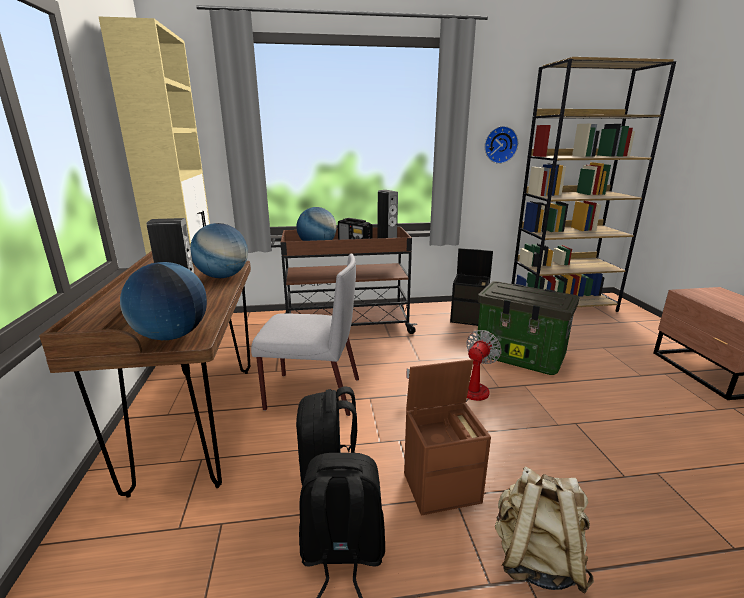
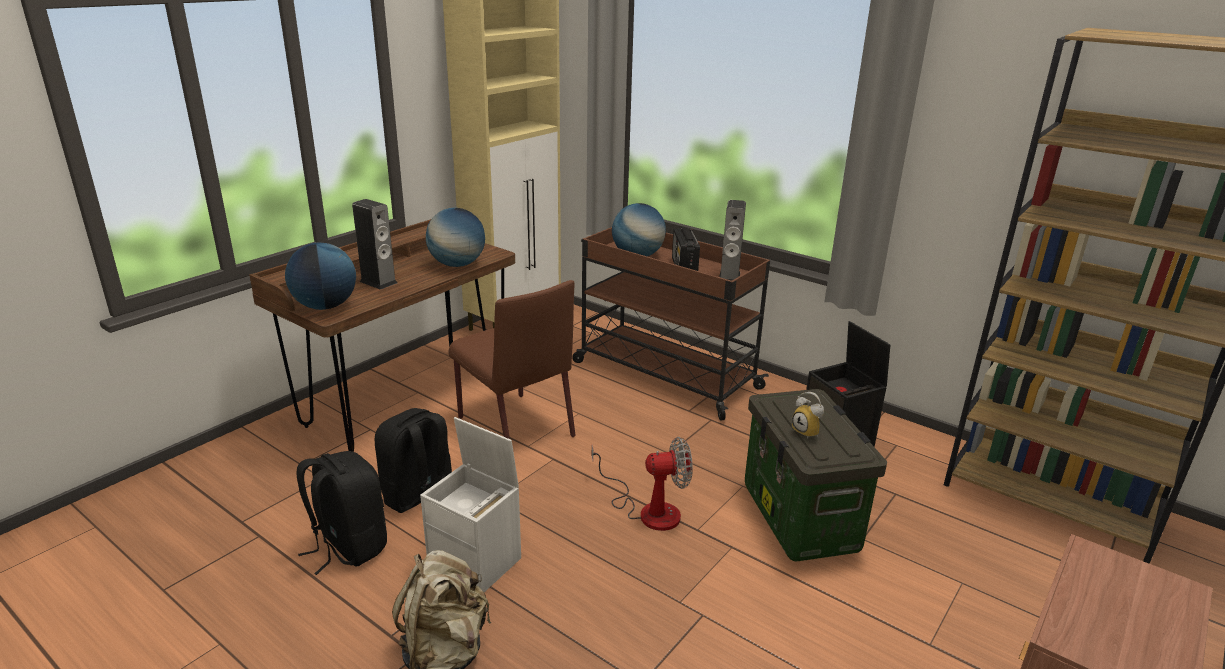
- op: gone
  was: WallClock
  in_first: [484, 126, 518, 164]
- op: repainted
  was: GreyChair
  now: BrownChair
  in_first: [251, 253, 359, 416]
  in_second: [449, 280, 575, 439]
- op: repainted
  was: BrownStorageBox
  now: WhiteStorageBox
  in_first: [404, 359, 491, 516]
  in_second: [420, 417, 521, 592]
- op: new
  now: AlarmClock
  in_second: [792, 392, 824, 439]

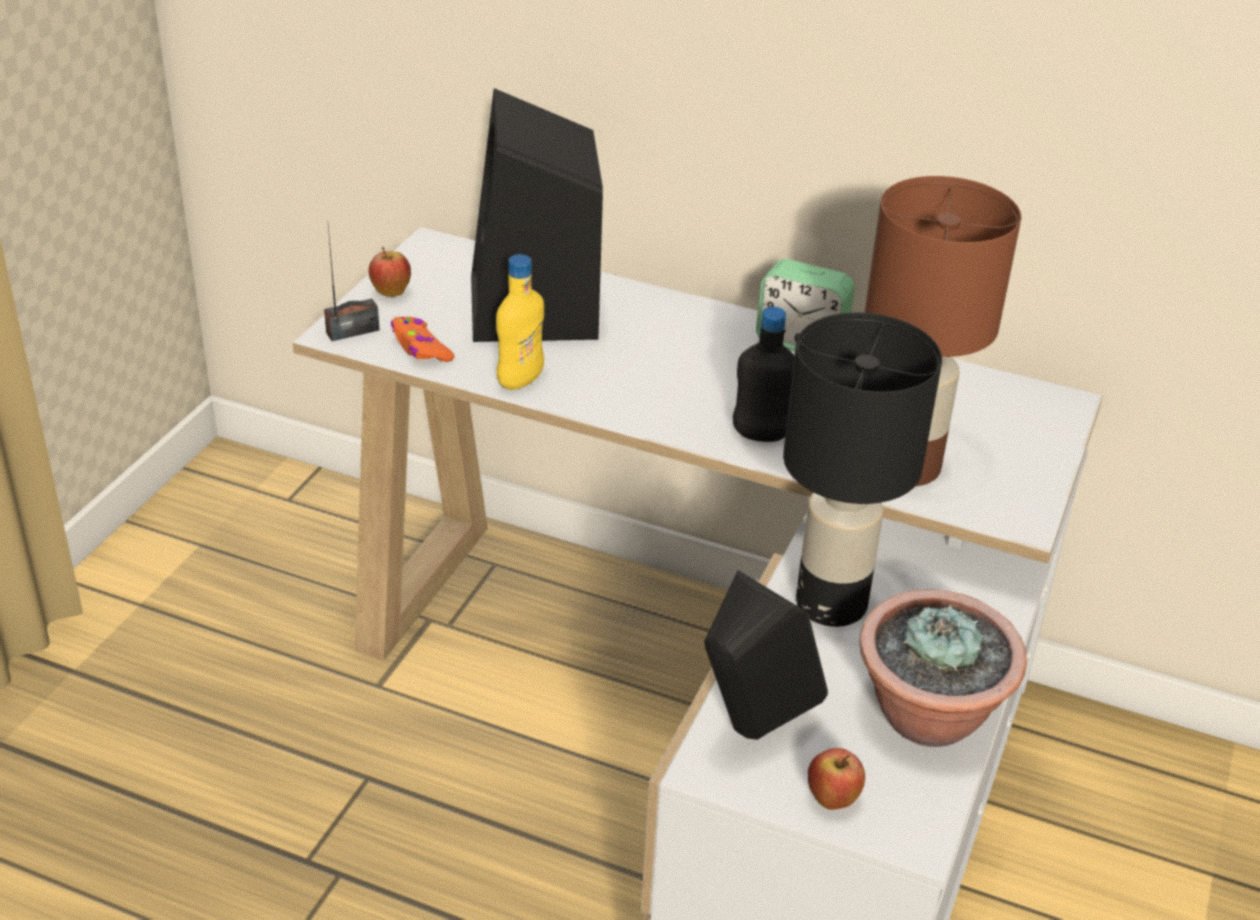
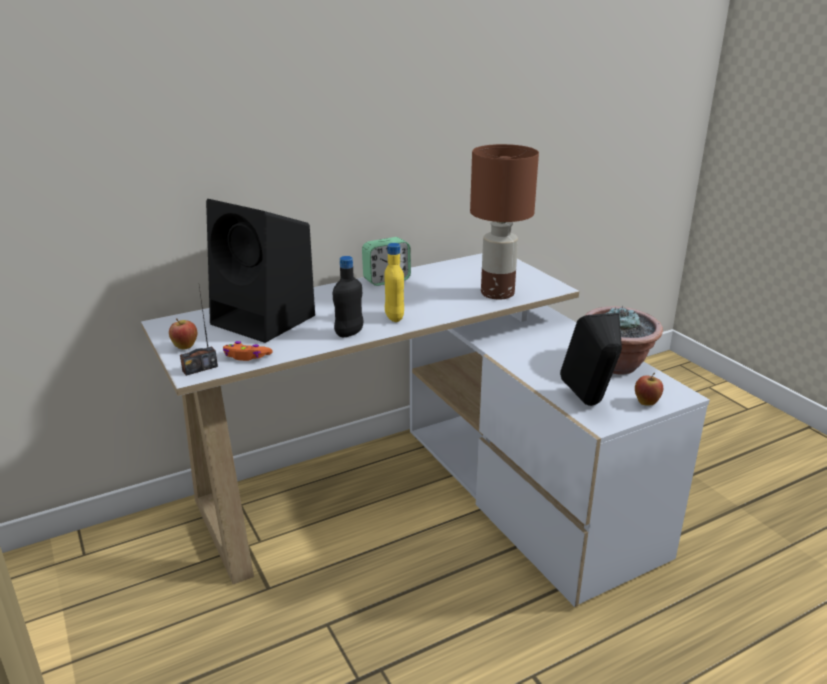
- op: rotated
  was: Radio
  in_first: [324, 226, 380, 341]
  in_second: [180, 287, 218, 376]
  clockwise: -135
- op: shifted
  was: YellowBottle
  in_first: [496, 254, 544, 390]
  in_second: [385, 243, 404, 322]
- op: shifted
  was: BlackBottle
  in_first: [733, 307, 795, 442]
  in_second: [333, 256, 363, 337]
- op: gone
  was: BlackTableLamp
  in_first: [783, 313, 942, 627]

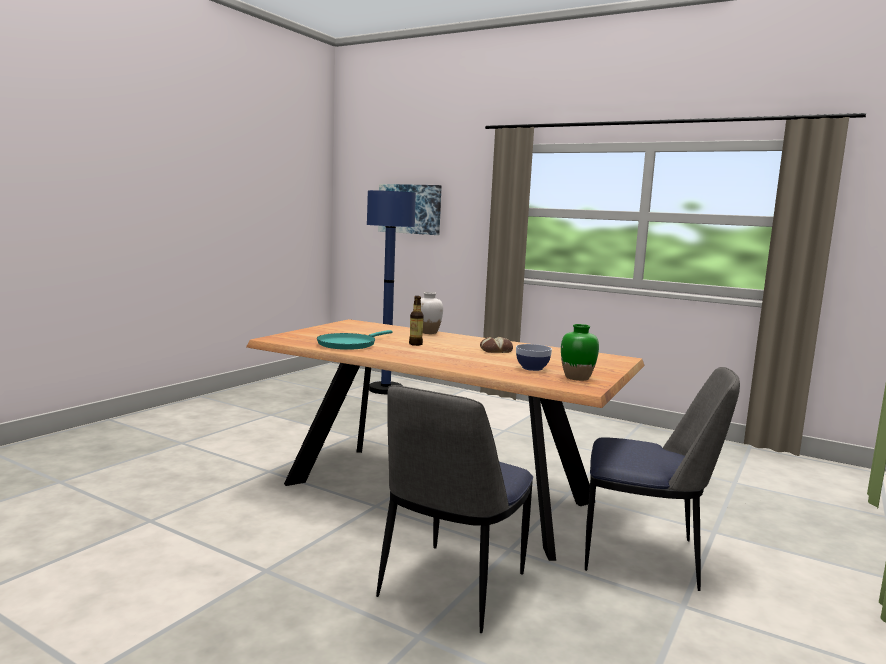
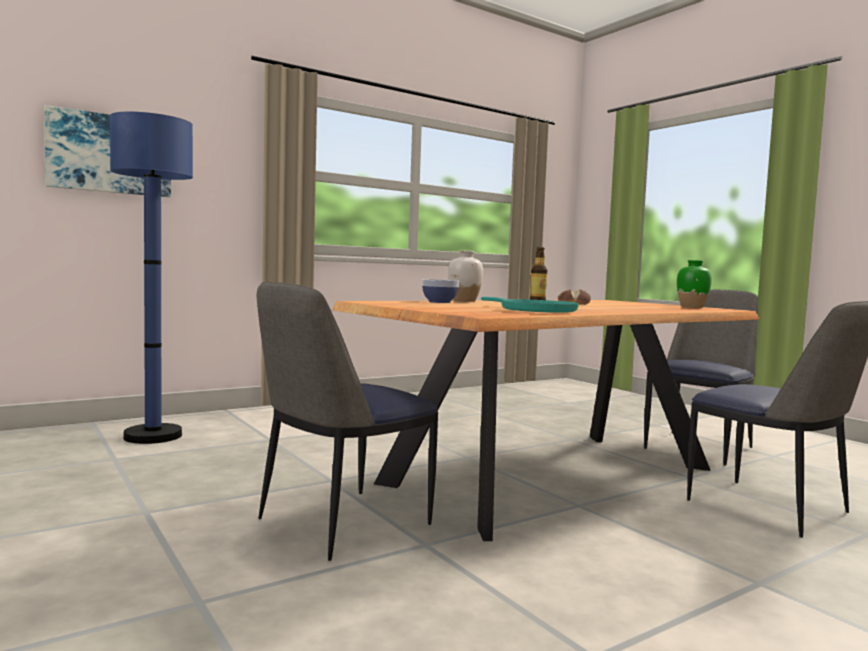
- op: shifted
  was: Bowl
  in_first: [516, 344, 552, 371]
  in_second: [422, 279, 459, 303]
- op: new
  now: Chair
  in_second: [256, 282, 438, 561]

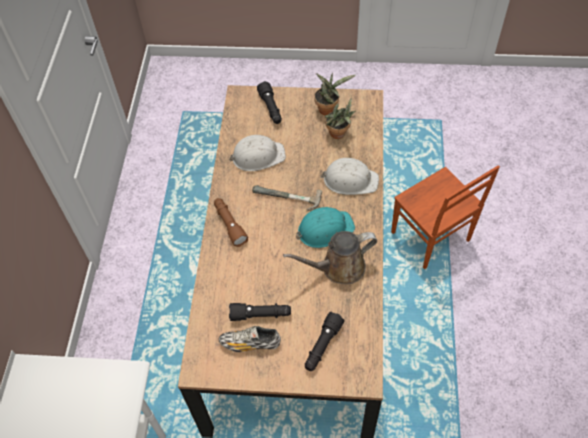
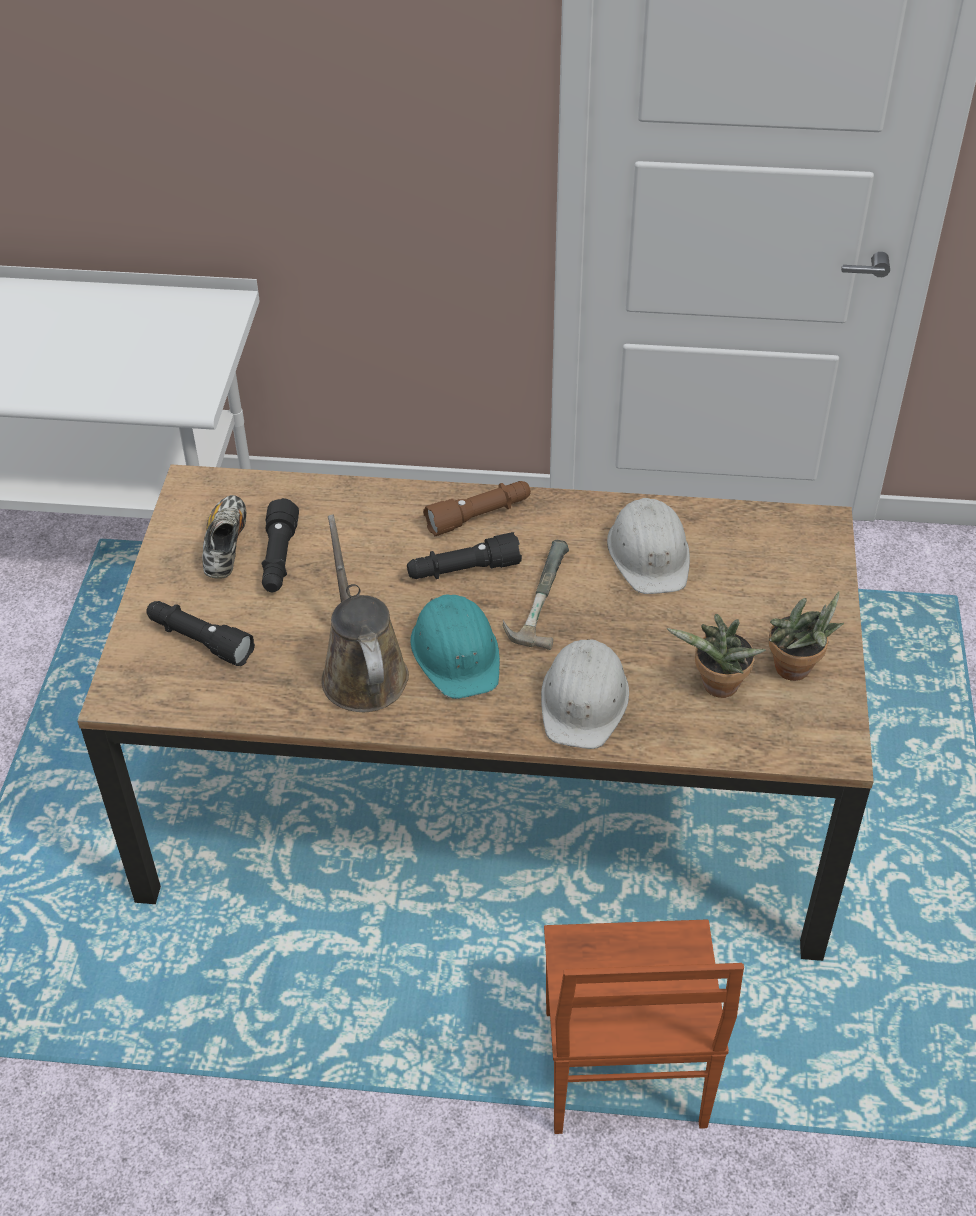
- op: shifted
  was: BlackFlashlight
  in_first: [257, 81, 282, 124]
  in_second: [407, 532, 522, 579]
- op: rotated
  was: BrownChair
  in_first: [391, 165, 500, 269]
  in_second: [544, 919, 744, 1134]
  clockwise: -60

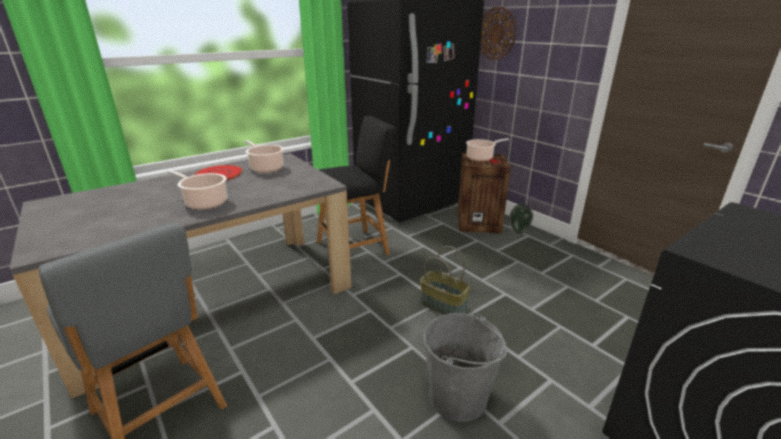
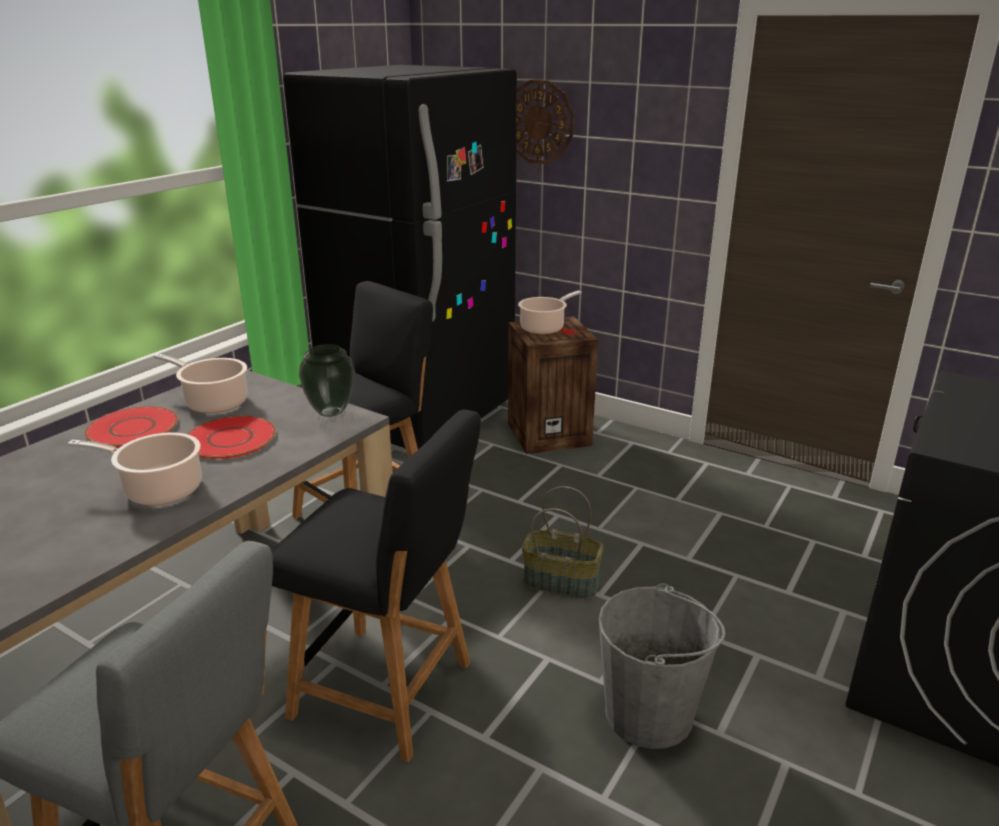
- op: shifted
  was: Vase
  in_first: [510, 204, 533, 234]
  in_second: [299, 344, 355, 417]
- op: new
  now: BlackChair
  in_second: [271, 410, 481, 762]
- op: new
  now: RedPlate
  in_second: [187, 416, 276, 459]

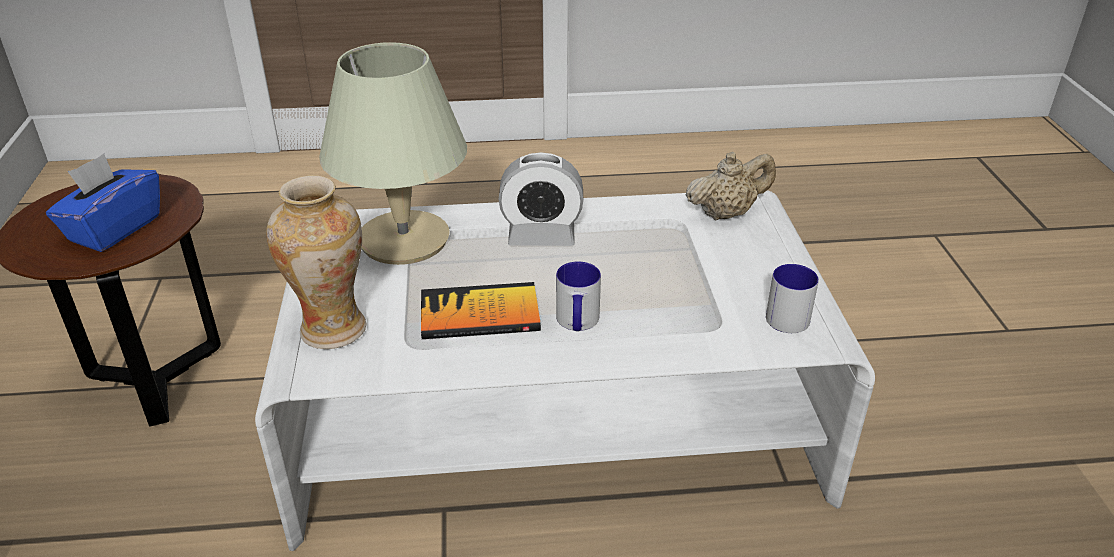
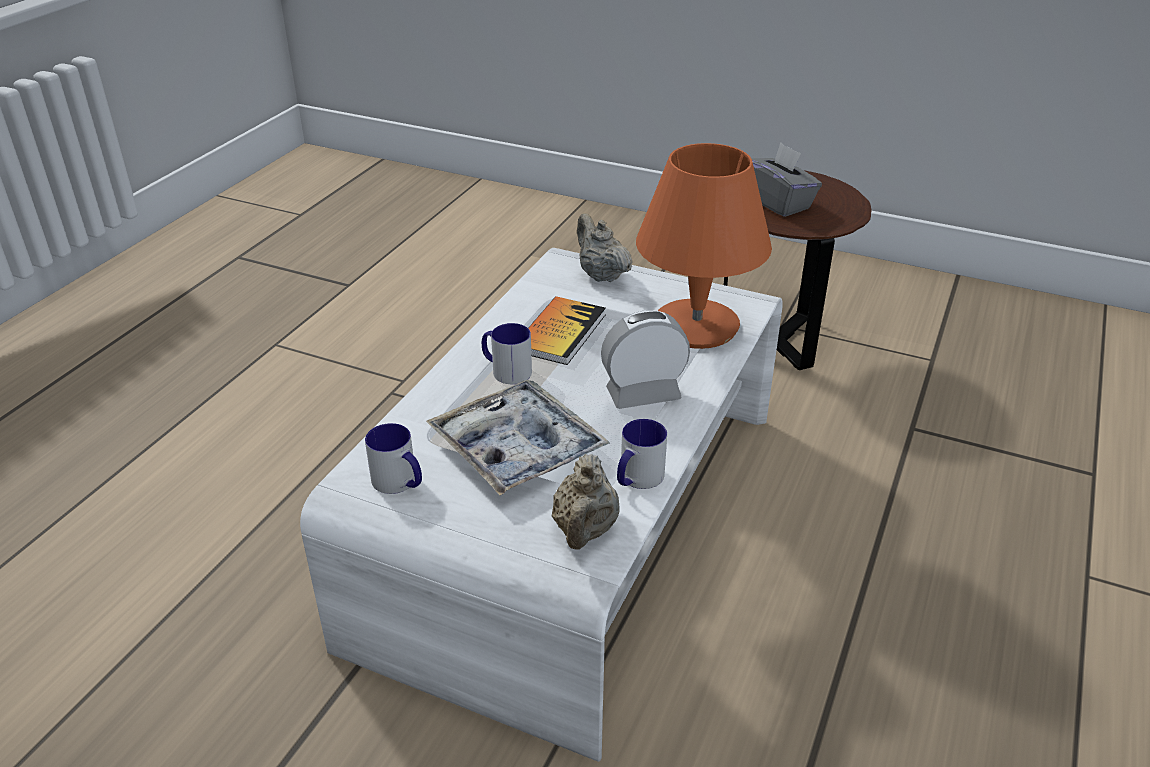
- op: repainted
  was: BeigeTableLamp
  now: OrangeTableLamp
  in_first: [319, 42, 467, 265]
  in_second: [636, 143, 772, 349]
- op: rotated
  was: AlarmClock
  in_first: [499, 152, 583, 246]
  in_second: [601, 310, 690, 409]
  clockwise: 45
- op: repainted
  was: BlueTissueBox
  now: GreyTissueBox
  in_first: [46, 154, 160, 252]
  in_second: [751, 142, 822, 217]
- op: swapped
  was: Vase
  now: BeigeTeapot
  in_first: [266, 175, 366, 349]
  in_second: [577, 213, 633, 282]
- op: new
  now: Tray
  in_second: [426, 380, 610, 496]
- op: new
  now: Mug
  in_second: [617, 419, 667, 489]

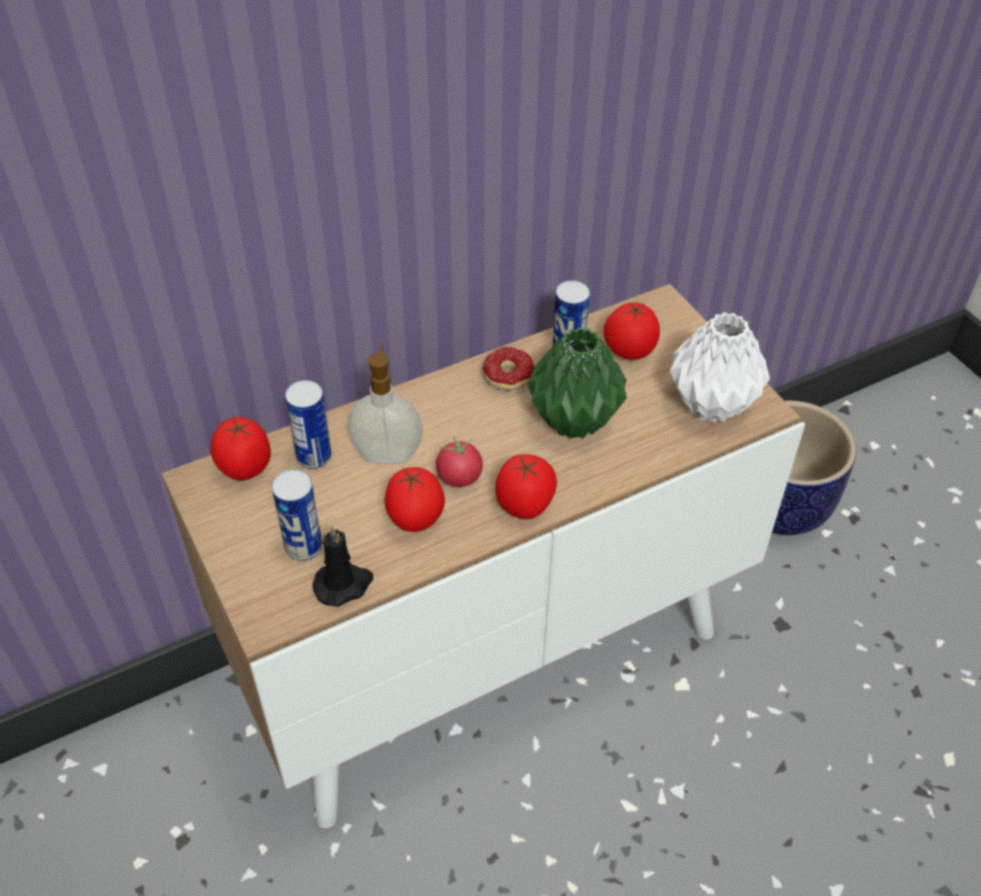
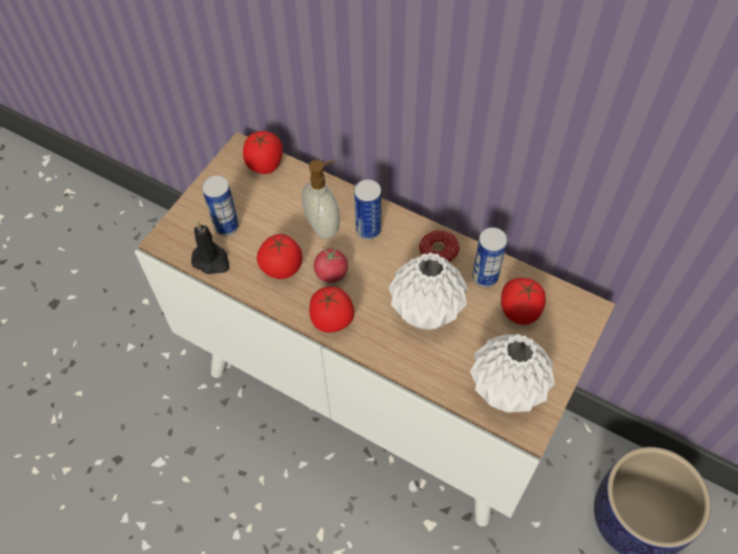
- op: repainted
  was: GreenVase
  now: WhiteVase
  in_first: [527, 327, 627, 439]
  in_second: [389, 252, 468, 330]
- op: shifted
  was: Can
  in_first: [285, 380, 332, 469]
  in_second: [354, 180, 381, 240]

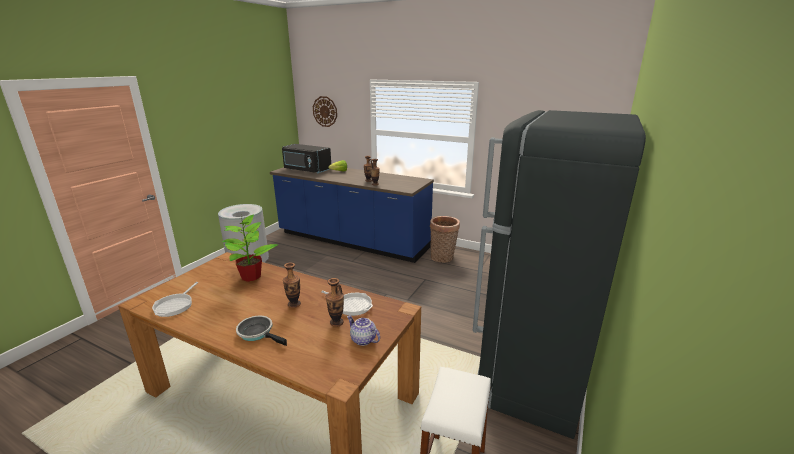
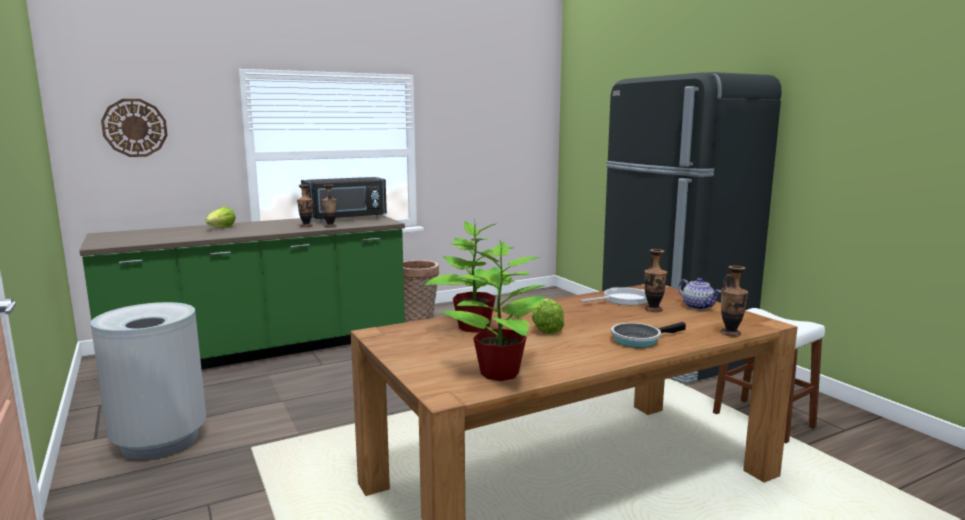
- op: shifted
  was: BlackMicrowave
  in_first: [282, 144, 331, 173]
  in_second: [301, 177, 387, 222]
- op: repainted
  was: BlueCounter
  now: GreenCounter
  in_first: [270, 167, 434, 263]
  in_second: [79, 215, 405, 369]
- op: shifted
  was: Vase
  in_first: [283, 263, 301, 308]
  in_second: [720, 266, 748, 337]
- op: swapped
  was: FryingPan
  now: PottedPlant
  in_first: [152, 282, 198, 317]
  in_second: [441, 241, 546, 381]
- op: rotated
  was: Teapot
  in_first: [347, 316, 380, 346]
  in_second: [678, 278, 721, 310]
  clockwise: -105
- op: new
  now: Lettuce
  in_second: [532, 298, 564, 334]

